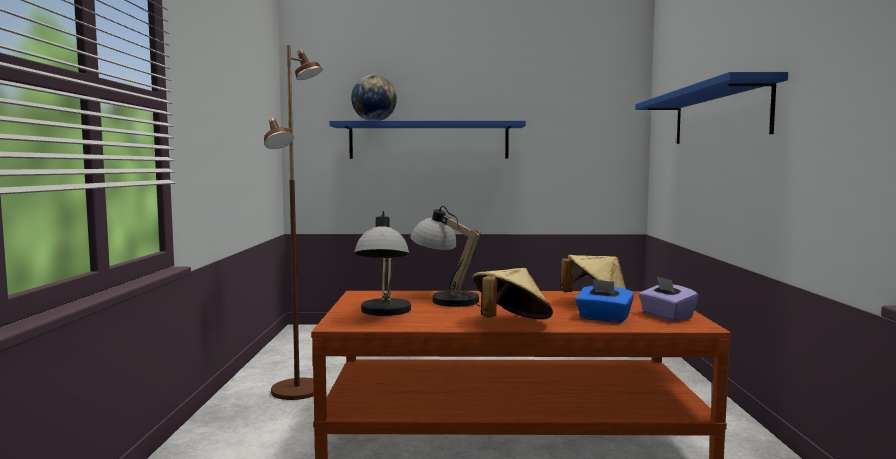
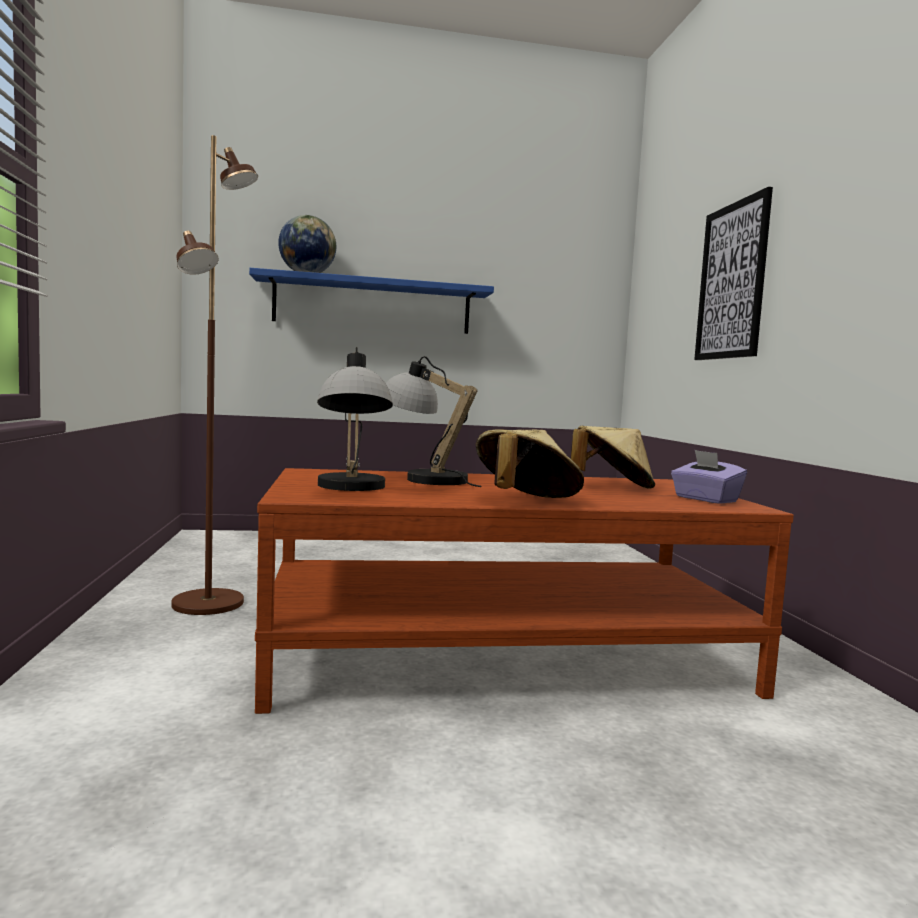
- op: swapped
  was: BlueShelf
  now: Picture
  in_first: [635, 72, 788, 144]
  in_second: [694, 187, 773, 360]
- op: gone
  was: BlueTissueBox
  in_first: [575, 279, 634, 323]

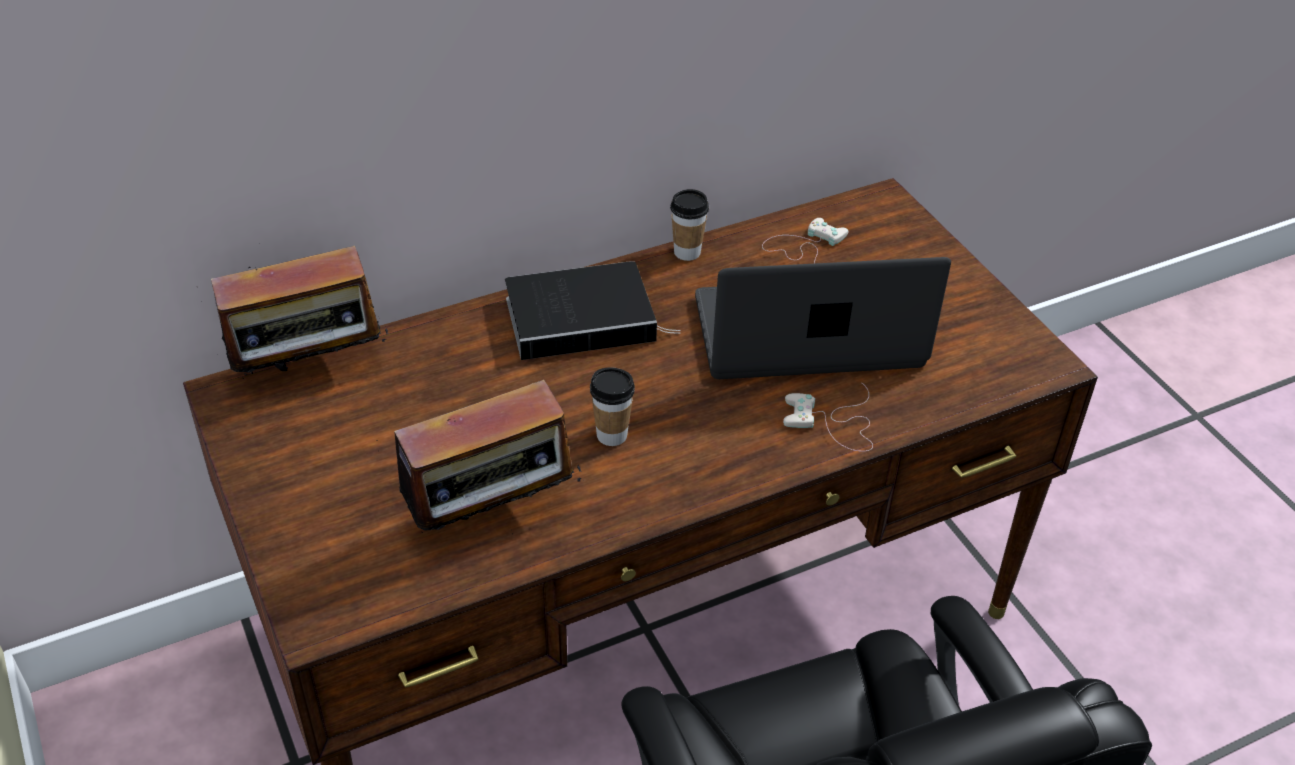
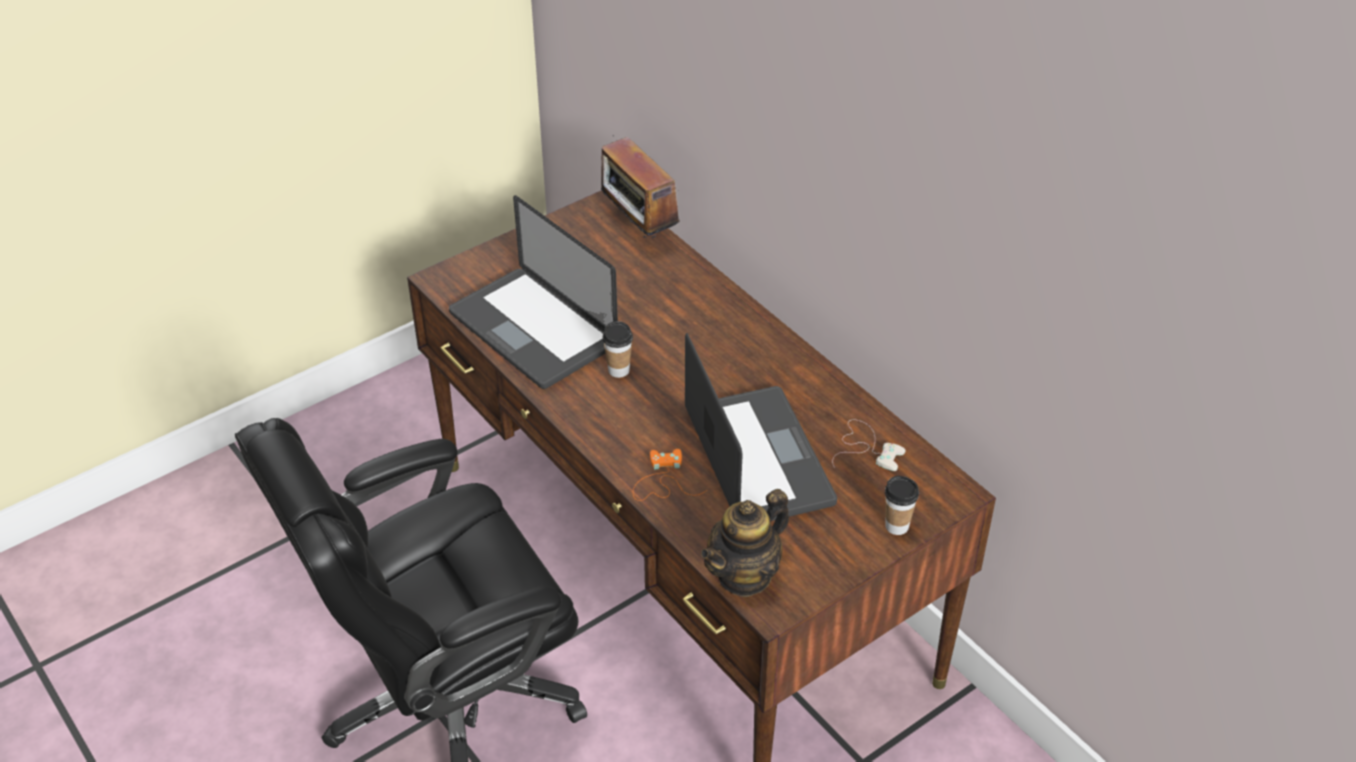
- op: shifted
  was: Cup
  in_first: [670, 189, 709, 261]
  in_second: [885, 476, 919, 535]
- op: gone
  was: Book
  in_first: [505, 261, 681, 360]
- op: swapped
  was: Radio
  now: Laptop
  in_first: [378, 380, 583, 534]
  in_second: [449, 195, 618, 389]
- op: repainted
  was: WhiteGameController
  now: OrangeGameController
  in_first: [783, 382, 873, 452]
  in_second: [633, 449, 707, 501]
- op: new
  now: Teapot
  in_second: [701, 489, 789, 597]

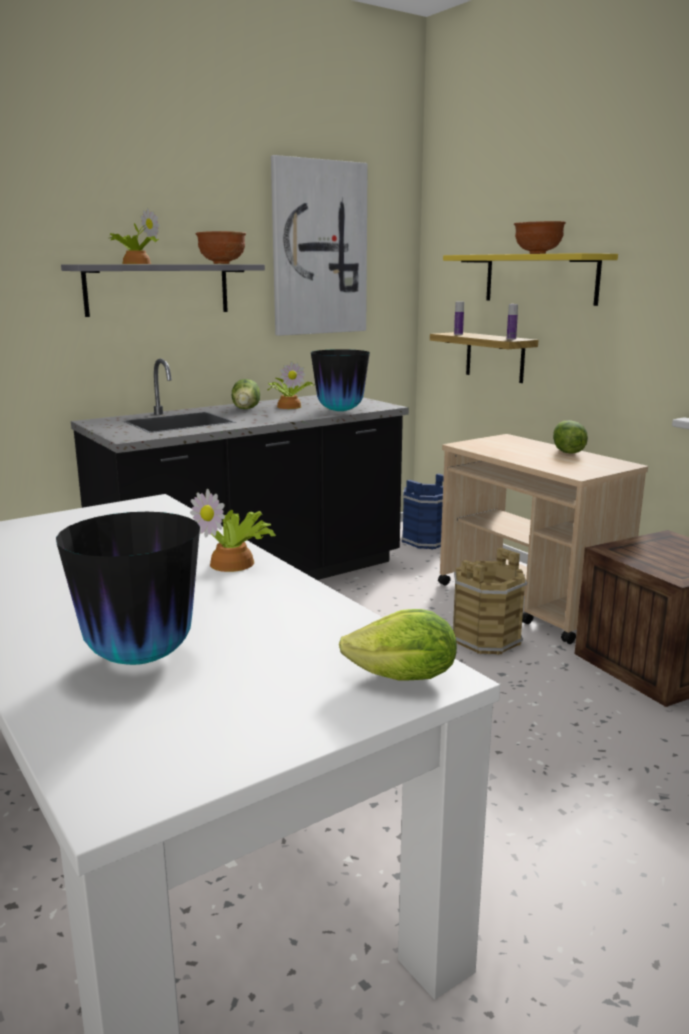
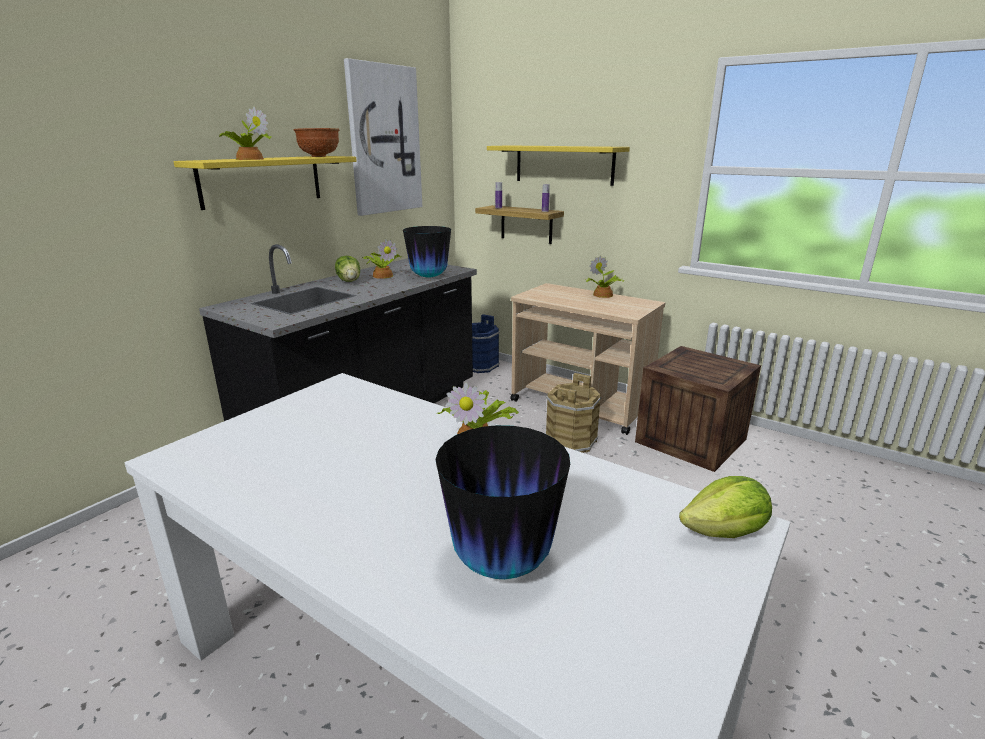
- op: gone
  was: BrownBowl
  in_first: [514, 221, 566, 254]
- op: repainted
  was: GreyShelf
  now: YellowShelf
  in_first: [61, 264, 265, 317]
  in_second: [173, 156, 357, 210]
- op: swapped
  was: Lettuce
  now: PottedPlant
  in_first: [553, 420, 588, 454]
  in_second: [585, 255, 624, 298]

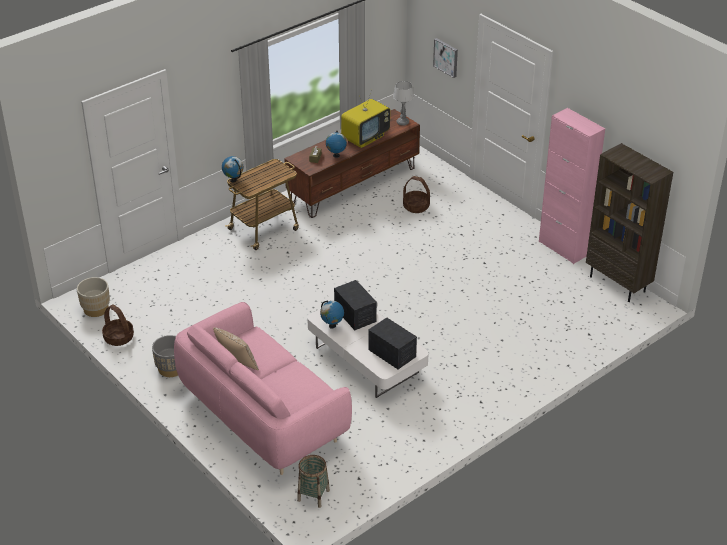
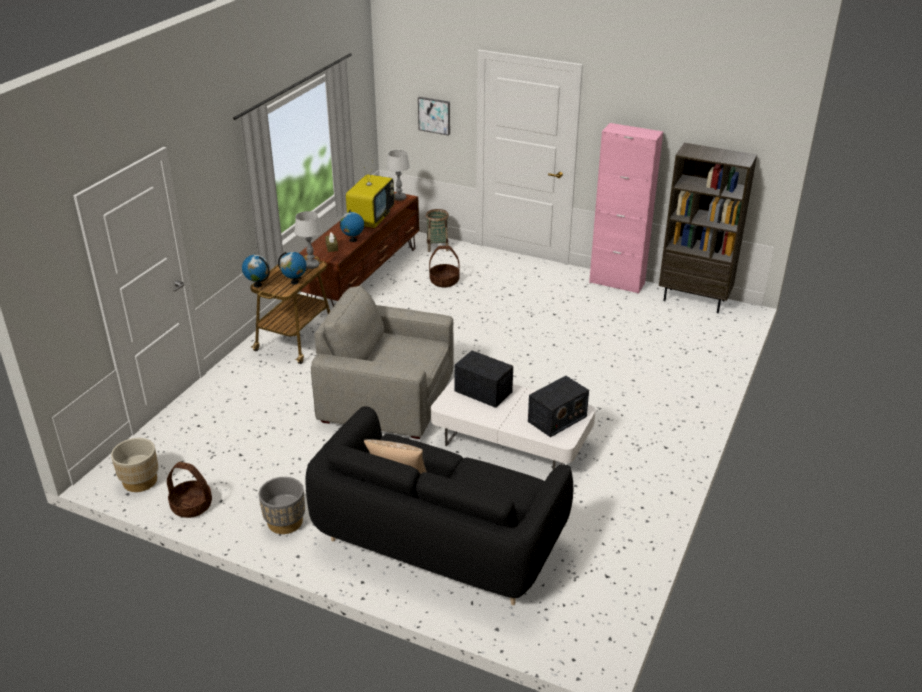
- op: shifted
  was: Globe
  in_first: [320, 300, 344, 329]
  in_second: [278, 252, 306, 285]
- op: repainted
  was: PinkSofa
  now: BlackSofa
  in_first: [174, 302, 352, 475]
  in_second: [305, 406, 573, 605]
- op: rotated
  was: Radio
  in_first: [368, 318, 417, 369]
  in_second: [528, 376, 589, 437]
  clockwise: 120
- op: shifted
  was: Basket
  in_first: [297, 455, 330, 508]
  in_second: [426, 209, 449, 252]
- op: new
  now: TableLamp
  in_second: [294, 211, 322, 269]
- op: new
  now: GreyArmchair
  in_second: [311, 285, 454, 439]

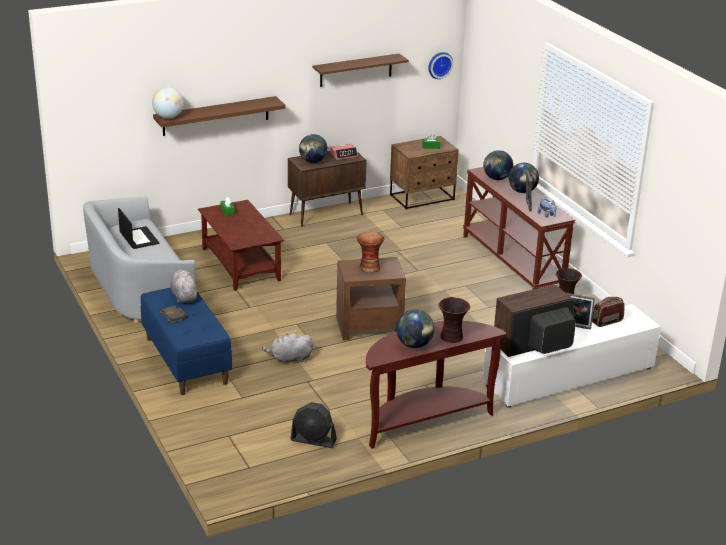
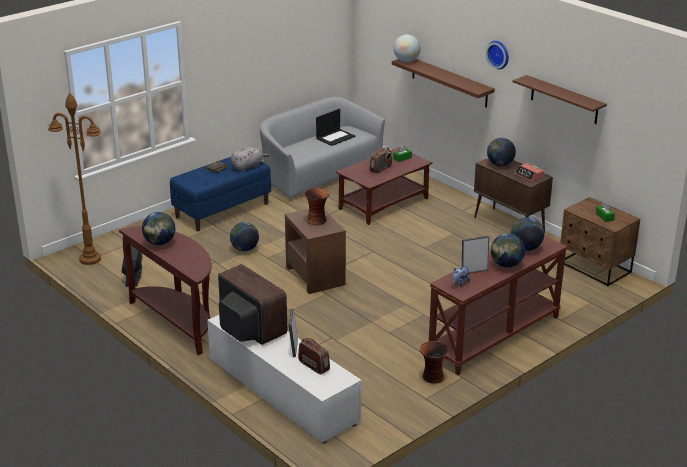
- op: shifted
  was: WallClock
  in_first: [428, 52, 453, 79]
  in_second: [486, 41, 509, 70]
- op: gone
  was: Vase
  in_first: [439, 297, 470, 343]
- op: swapped
  was: GreyPlushToy
  now: Globe
  in_first: [262, 333, 313, 364]
  in_second: [230, 222, 259, 251]
- op: new
  now: BrownFloorLamp
  in_second: [48, 93, 101, 265]
- op: new
  now: Radio
  in_second: [369, 147, 392, 174]

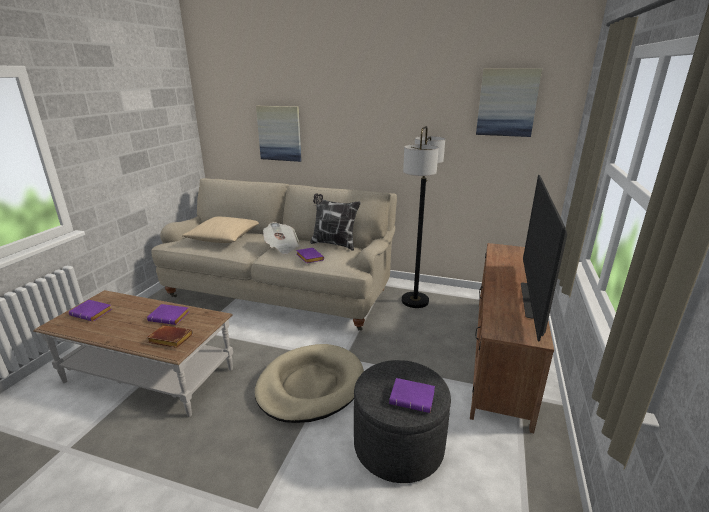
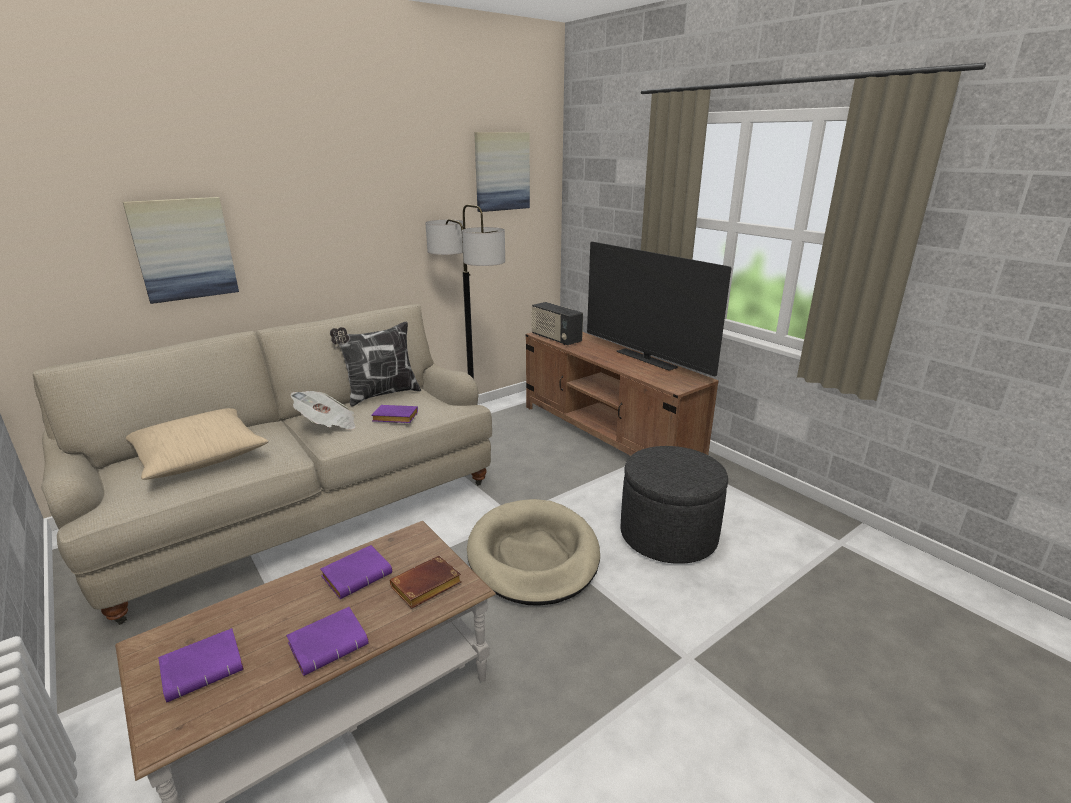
- op: shifted
  was: PurpleBook
  in_first: [389, 378, 435, 413]
  in_second: [286, 607, 369, 676]
- op: new
  now: Radio
  in_second: [531, 302, 583, 345]

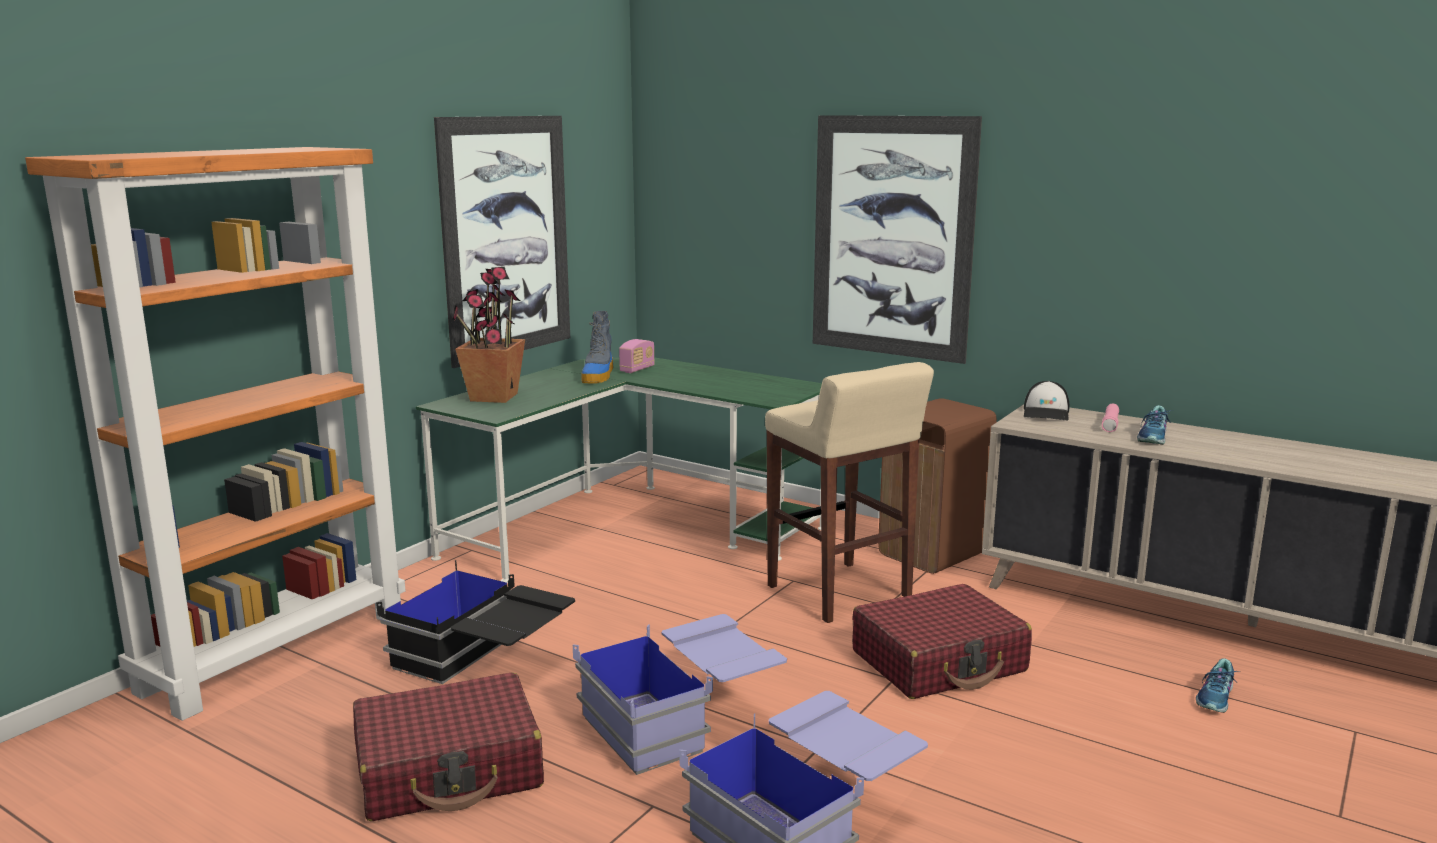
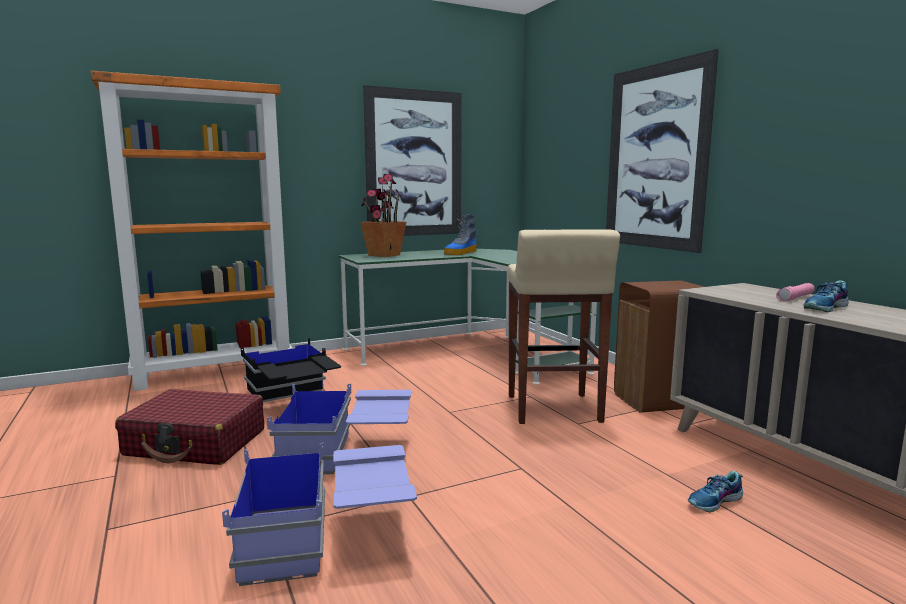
- op: gone
  was: Radio
  in_first: [619, 339, 655, 373]
- op: gone
  was: Cap
  in_first: [1024, 381, 1069, 420]
- op: gone
  was: RedSuitcase
  in_first: [852, 584, 1032, 699]
- op: shifted
  was: Shoe
  in_first: [1196, 658, 1240, 713]
  in_second: [688, 471, 743, 512]

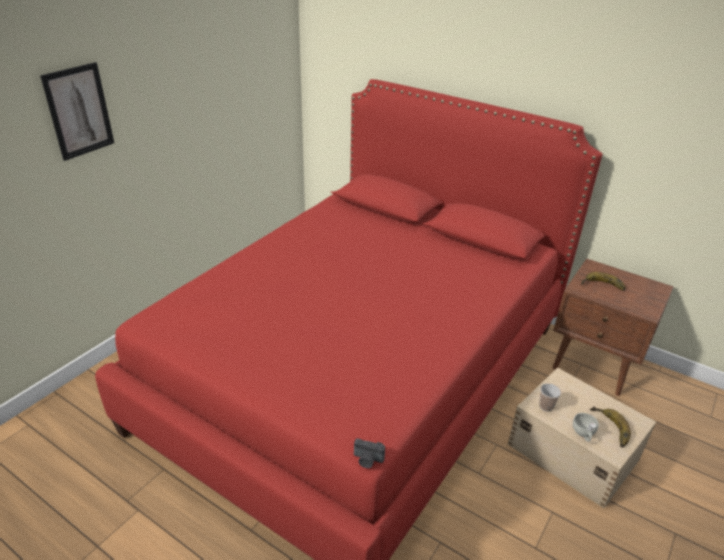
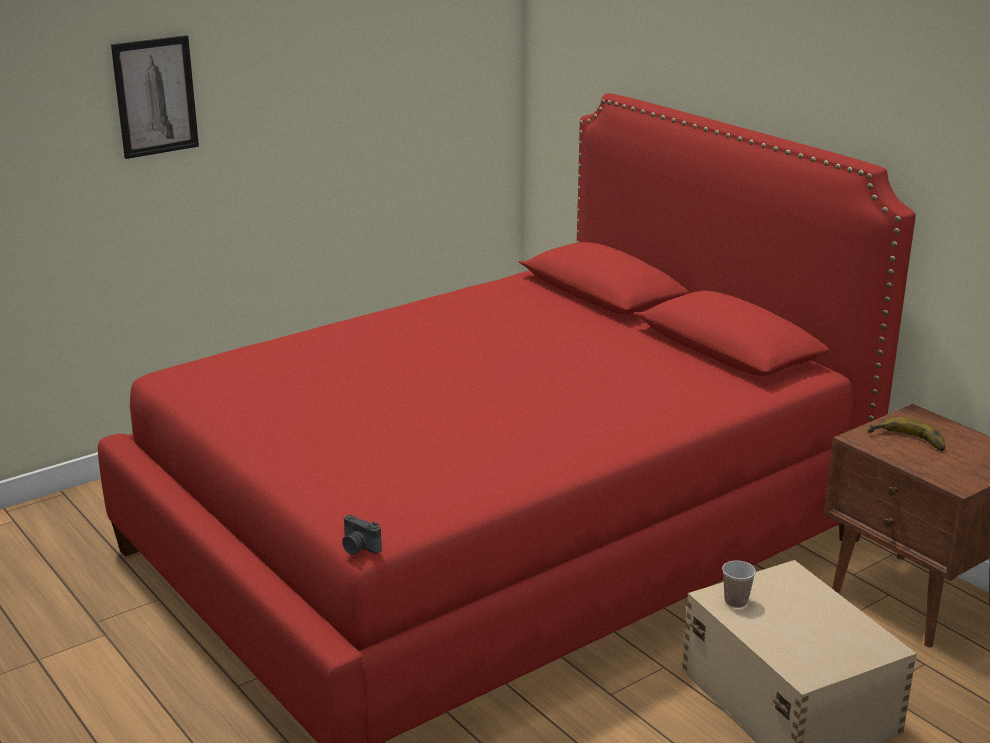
- op: gone
  was: Banana
  in_first: [590, 406, 631, 447]
- op: gone
  was: WhiteCup
  in_first: [573, 413, 599, 442]

